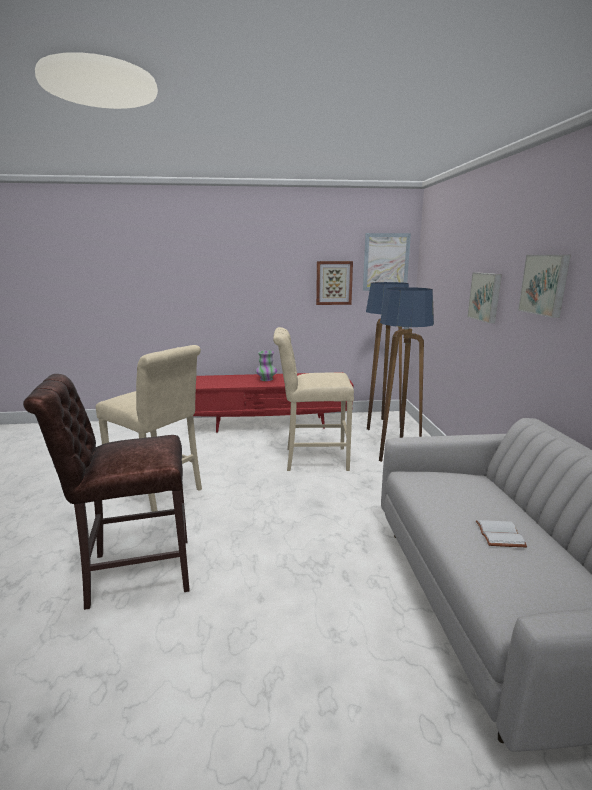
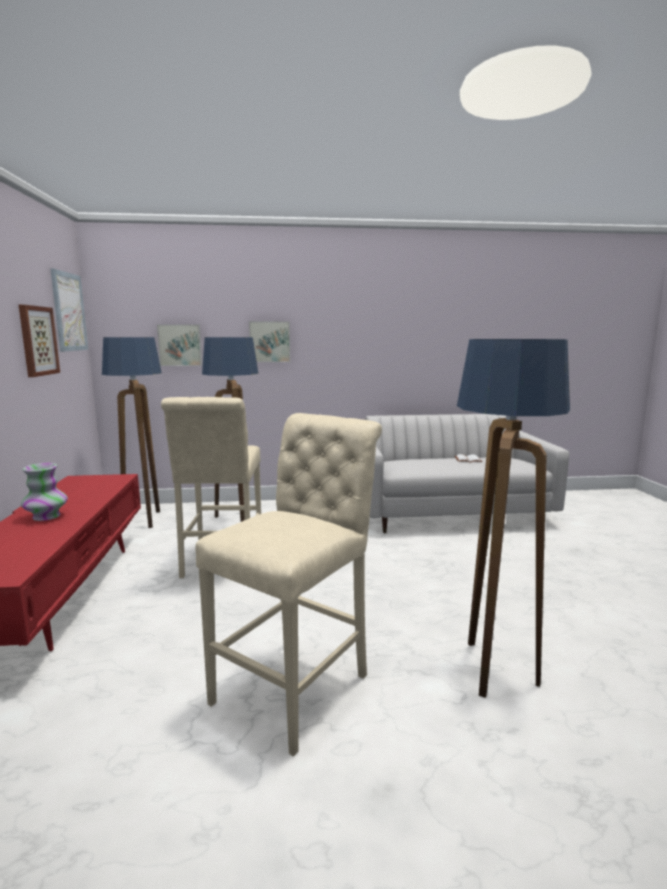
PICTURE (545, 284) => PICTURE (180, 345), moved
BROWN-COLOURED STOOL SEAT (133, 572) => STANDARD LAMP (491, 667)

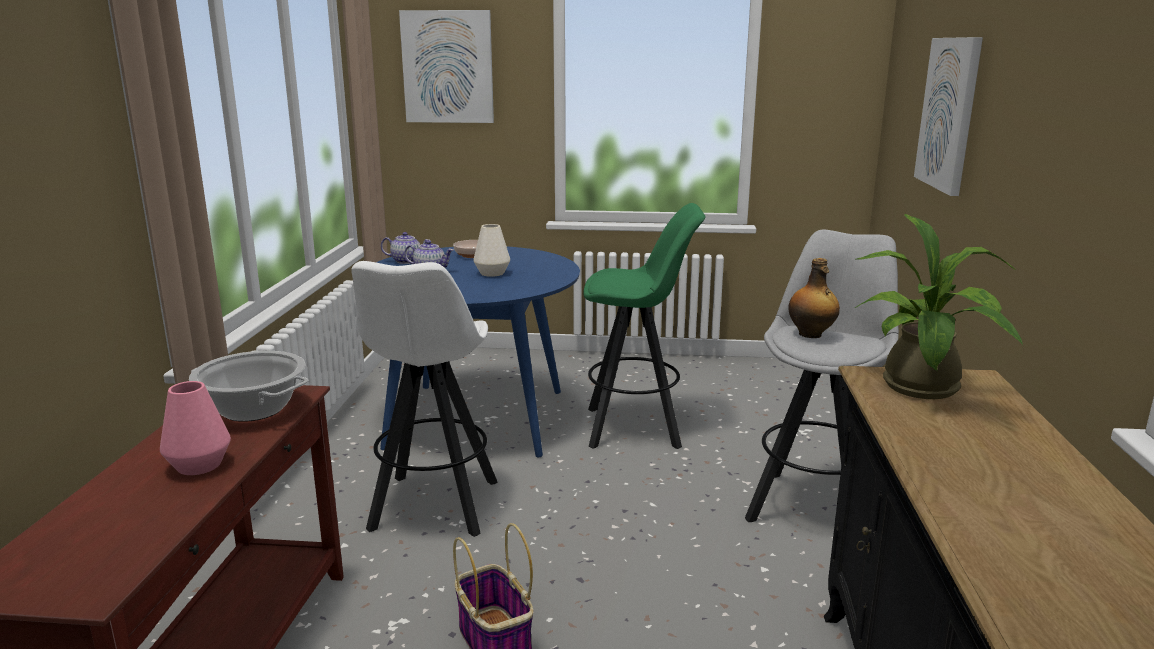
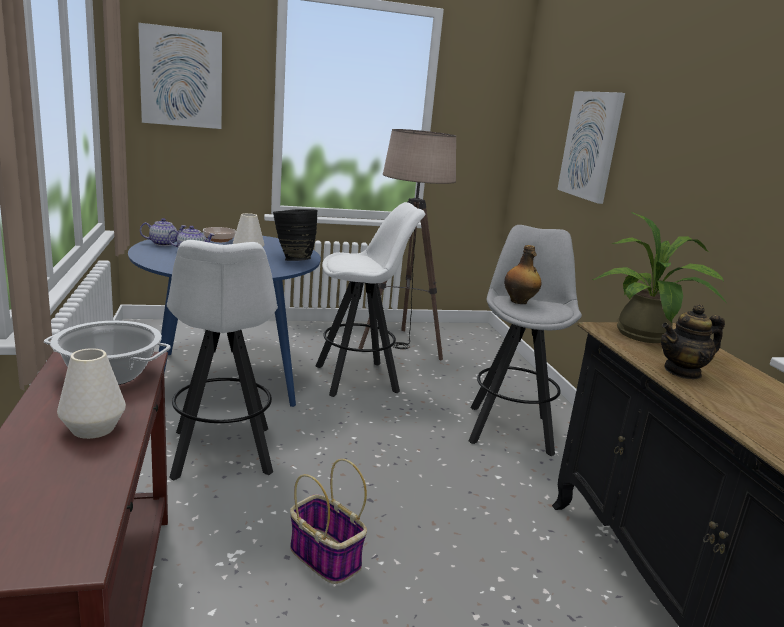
GREEN STOOL SEAT (636, 428) => WHITISH STOOL SEAT (359, 379)
PINK DECORATIVE VASE (199, 465) => WHITISH DECORATIVE VASE (93, 429)
nothing => STANDARD LAMP (401, 346)
nothing => BLACK DECORATIVE VASE (293, 259)
nothing => TEA POT (682, 372)

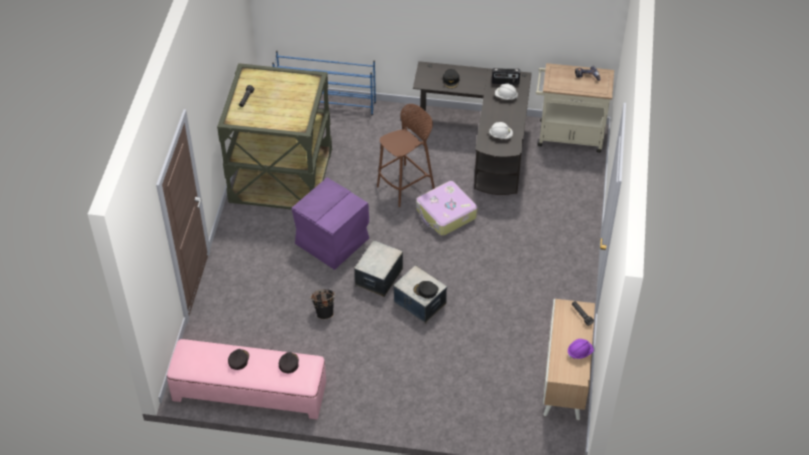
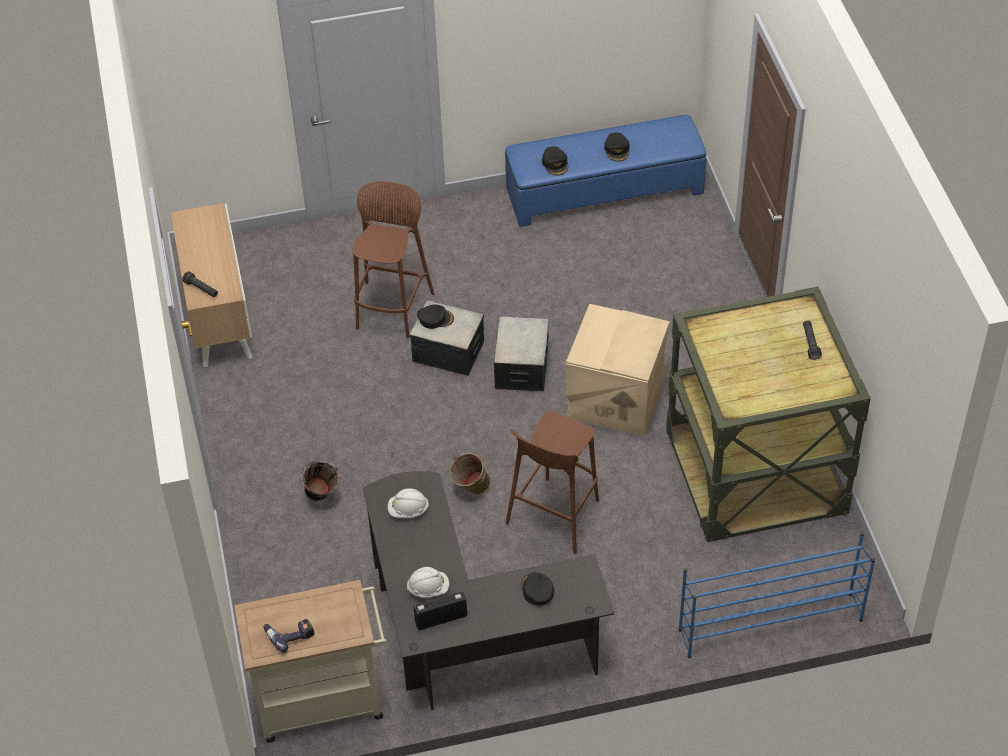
PURPLE-COLOURED STORAGE BOX (333, 241) => BEIGE-COLOURED STORAGE BOX (614, 397)
SUITCASE (446, 214) => GREEN PAIL (470, 490)
BLACK PAIL (324, 311) => BLACK PAIL (322, 498), moved
PINK INDOOR BENCH (248, 391) => BLUE-COLOURED INDOOR BENCH (605, 189)
PURPLE-COLOURED WORK HELMET (579, 352) => nothing
nothing => BROWN-COLOURED STOOL SEAT (392, 308)

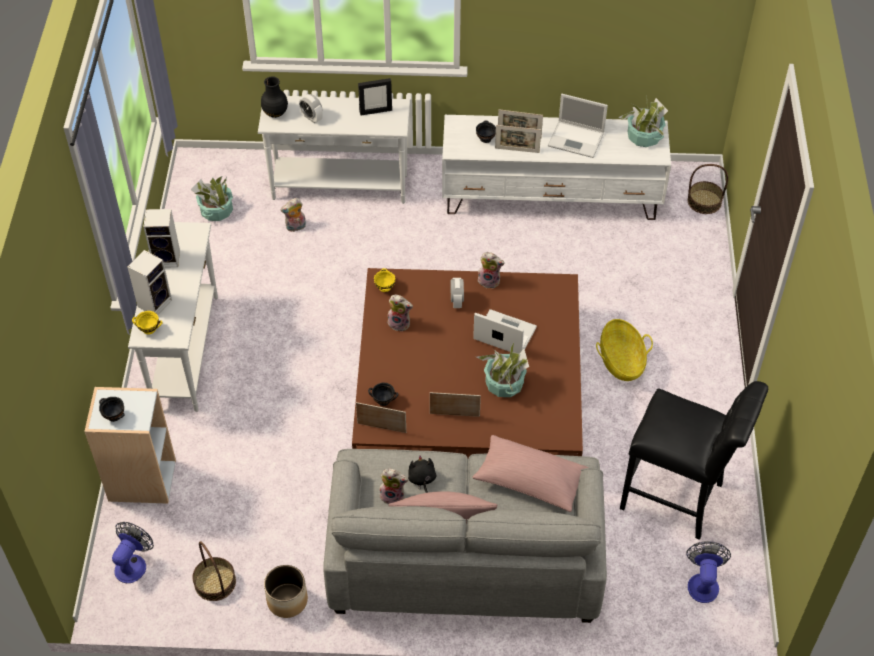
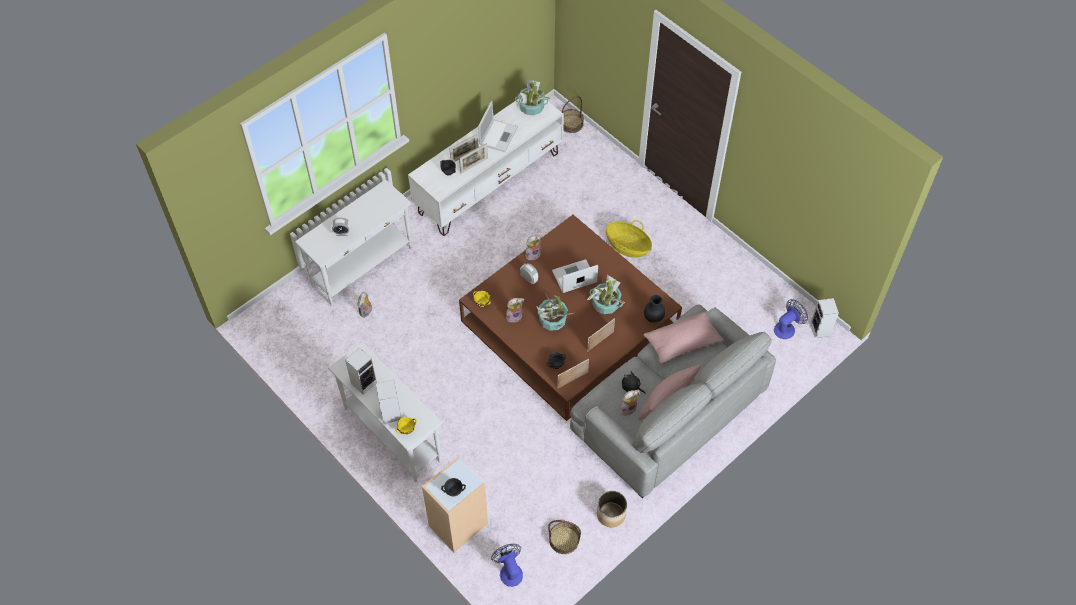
BLACK DECORATIVE VASE (275, 113) => BLACK DECORATIVE VASE (654, 317), moved
STANDING FRAME (375, 111) => nothing
LAPTOP (577, 139) => LAPTOP (498, 135), 45 degrees counterclockwise
PLANT IN A POT (216, 211) => PLANT IN A POT (552, 320), moved
BLACK STOOL SEAT (677, 499) => nothing
FAN (703, 582) => FAN (787, 328), 90 degrees clockwise
nothing => SPEAKER (820, 330)

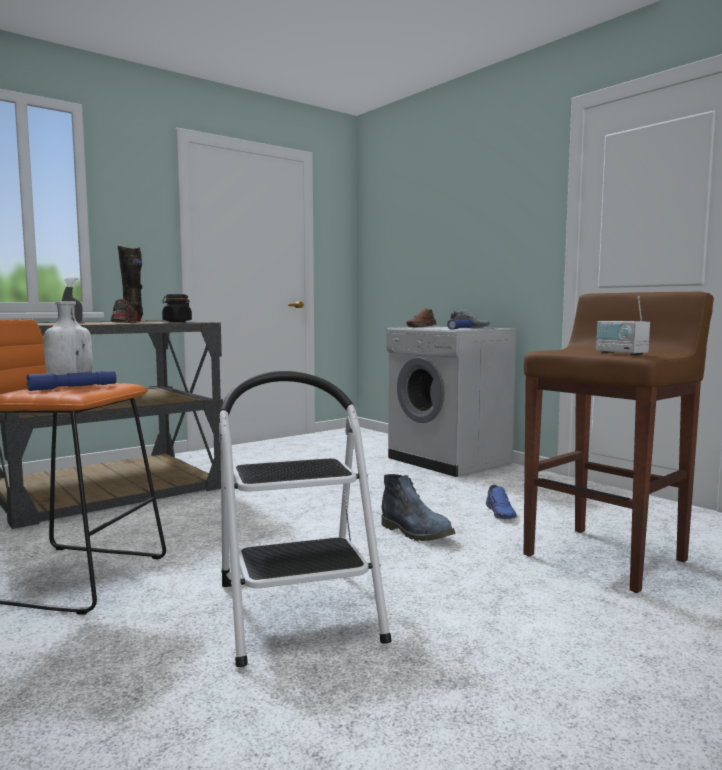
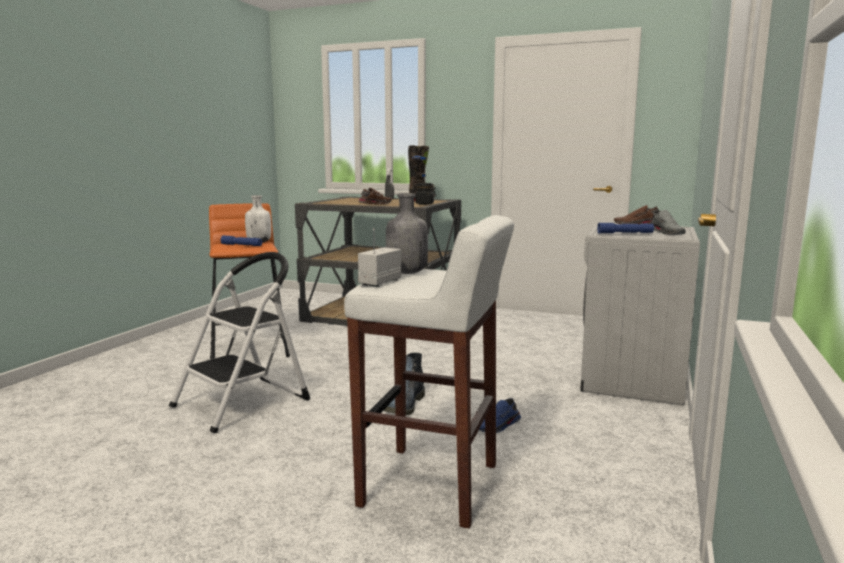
BROWN-COLOURED STOOL SEAT (606, 557) => WHITISH STOOL SEAT (432, 486)
nothing => GRAY DRINK BOTTLE (406, 273)

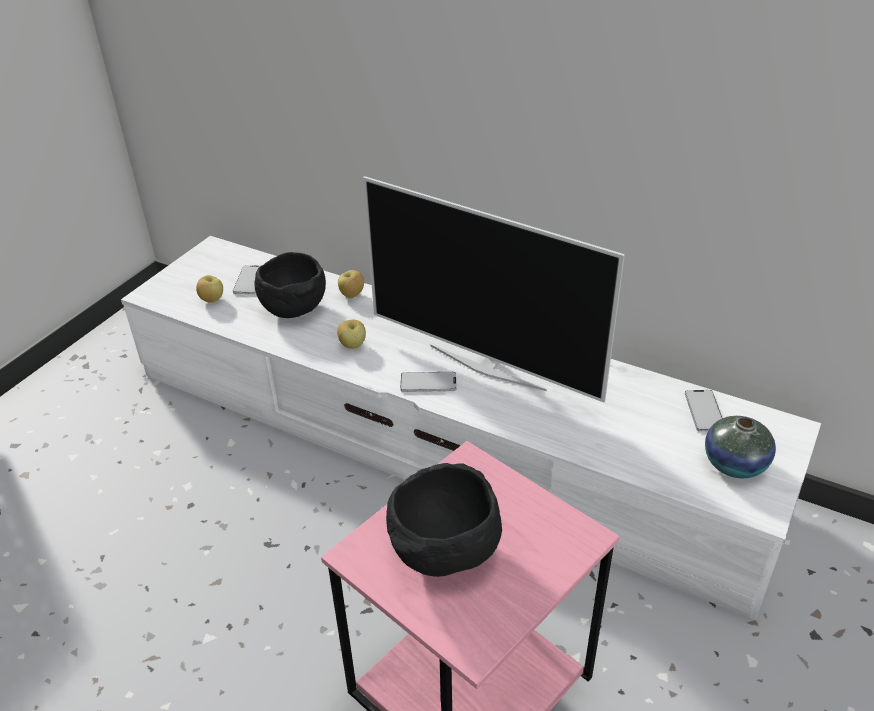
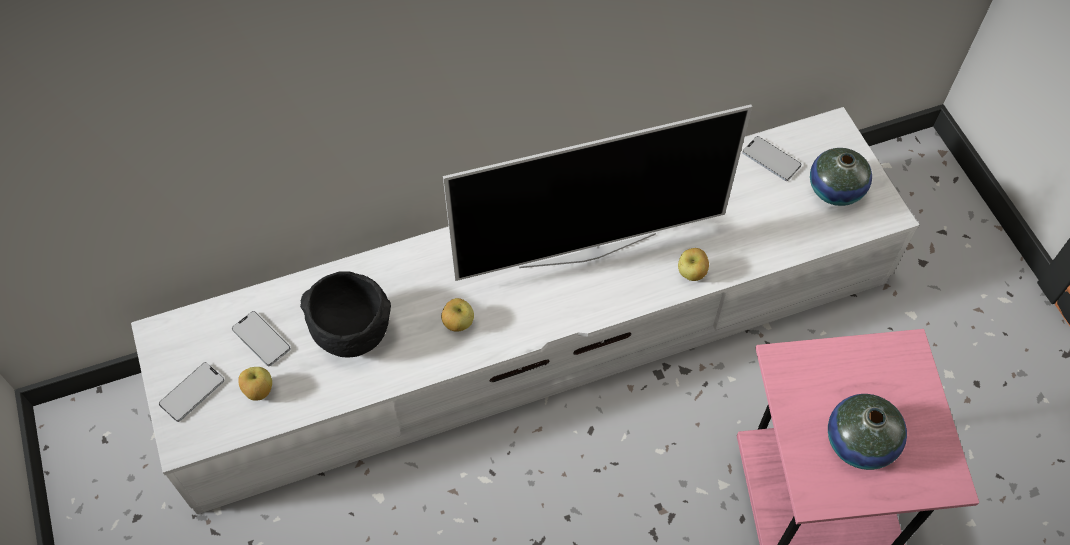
APPLE FRUIT (352, 295) => APPLE FRUIT (692, 273), moved
TELEPHONE (428, 383) => TELEPHONE (192, 392), moved
BLACK BOWL (444, 555) => DECORATIVE VASE (859, 442)

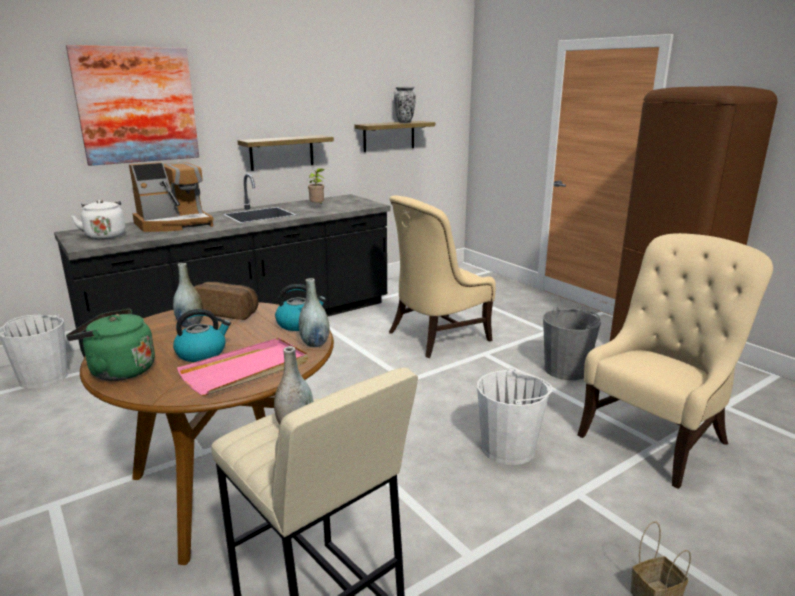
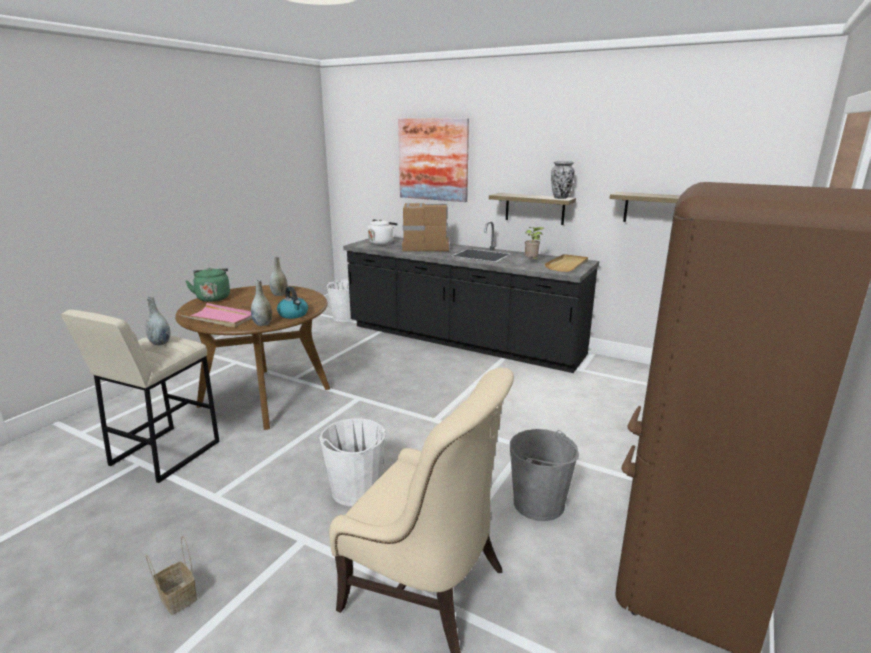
DECORATIVE VASE (404, 122) => DECORATIVE VASE (561, 198), moved
COFFEE BREWER (174, 224) => COFFEE BREWER (424, 246), 150 degrees clockwise
BEIGE-COLOURED CHAIR (437, 336) => nothing
BAKED BREAD (229, 312) => nothing
KETTLE (202, 353) => nothing
nothing => BEIGE-COLOURED SERVING TRAY (567, 265)

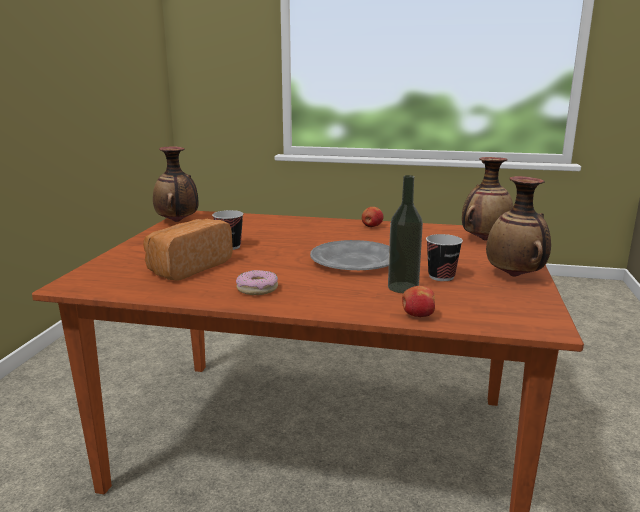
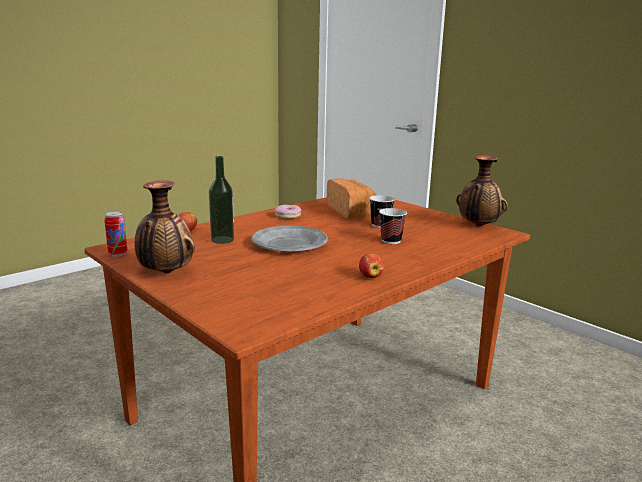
DECORATIVE VASE (484, 239) => nothing
CUP (441, 277) => CUP (391, 241), moved
nothing => CAN (118, 254)

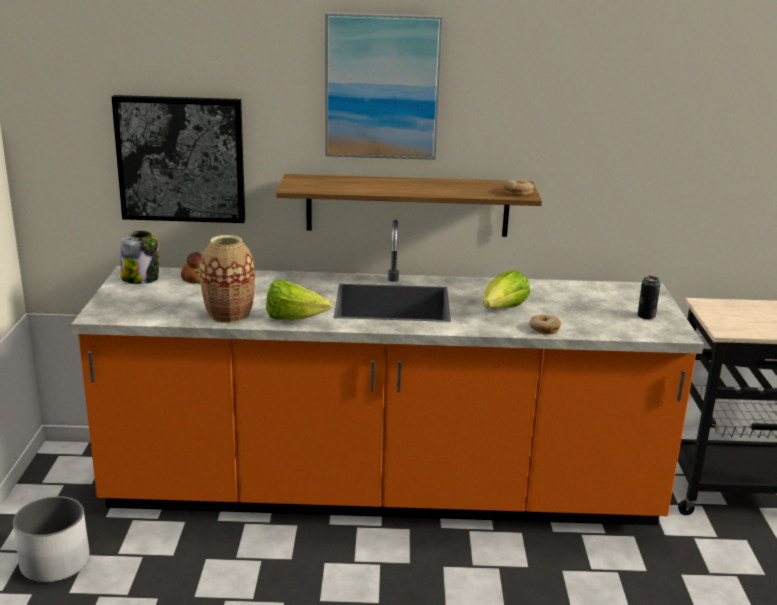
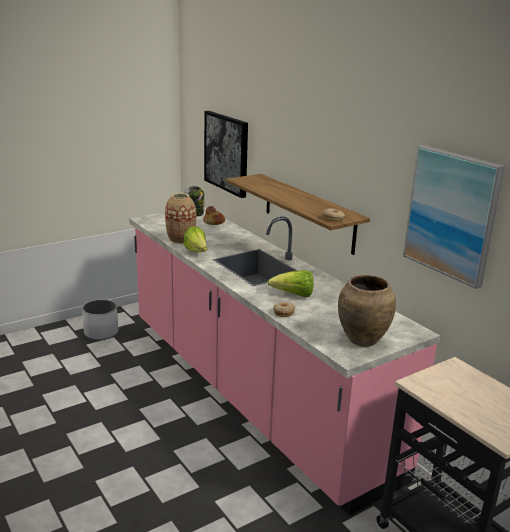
PICTURE (382, 86) => PICTURE (451, 214), moved
ORANGE-COLOURED KITCHEN BASE UNIT (382, 493) => PINK KITCHEN BASE UNIT (250, 392)
CAN (646, 316) => BROWN-COLOURED DECORATIVE VASE (362, 340)

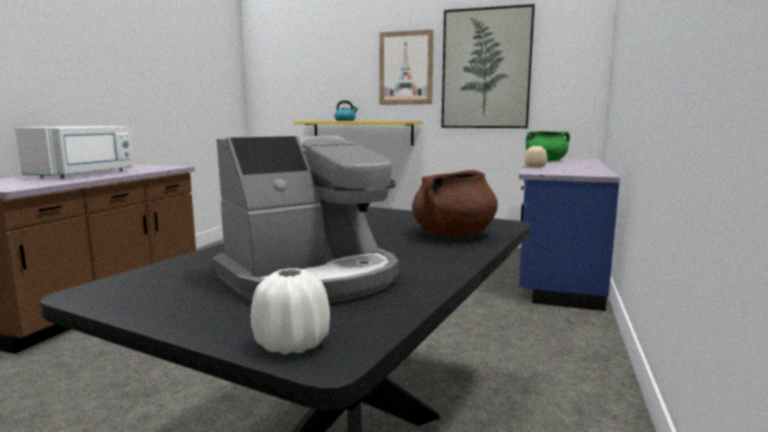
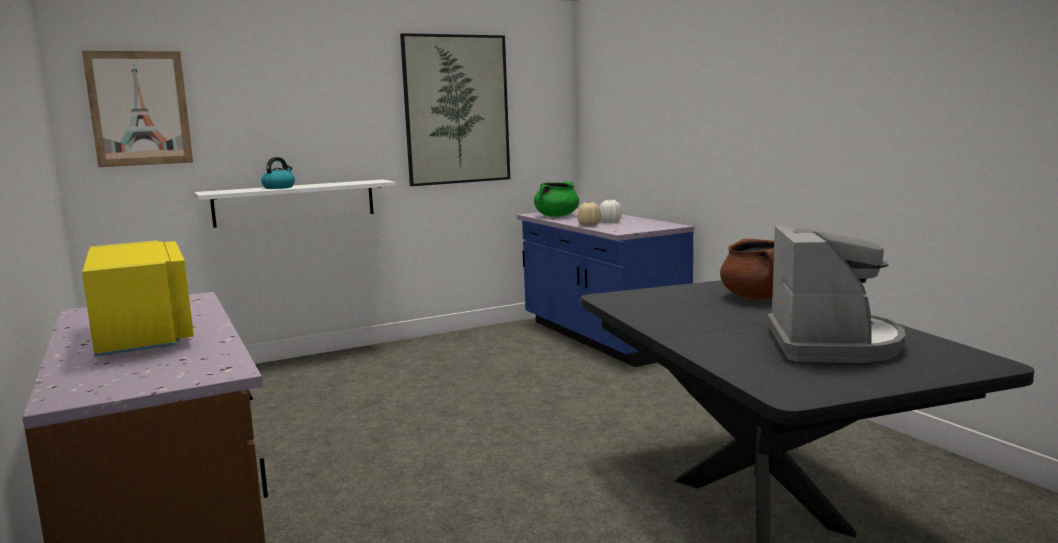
PICTURE (405, 68) => PICTURE (139, 108), moved
YELLOW-COLOURED WALL SHELF (362, 132) => WHITISH WALL SHELF (295, 202)
WHITISH MICROWAVE OVEN (85, 174) => YELLOW-COLOURED MICROWAVE OVEN (146, 335)
WHITISH DECORATIVE VASE (292, 344) => WHITISH DECORATIVE VASE (610, 222), moved

